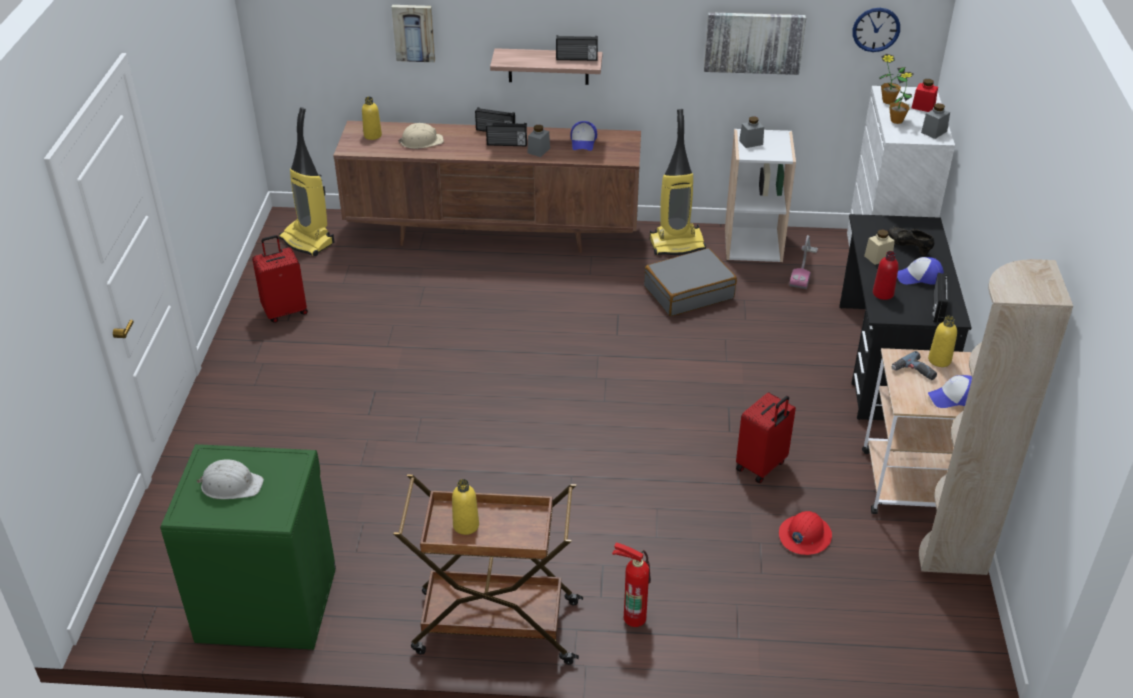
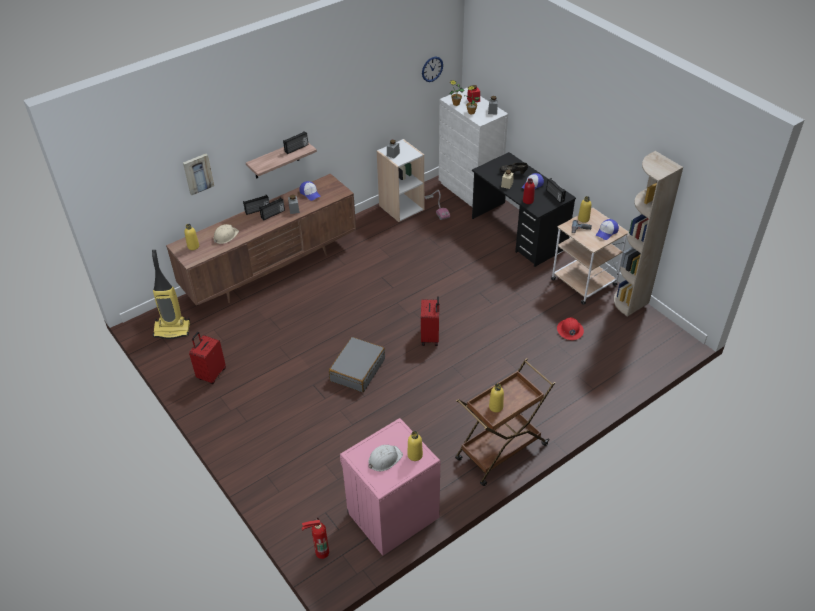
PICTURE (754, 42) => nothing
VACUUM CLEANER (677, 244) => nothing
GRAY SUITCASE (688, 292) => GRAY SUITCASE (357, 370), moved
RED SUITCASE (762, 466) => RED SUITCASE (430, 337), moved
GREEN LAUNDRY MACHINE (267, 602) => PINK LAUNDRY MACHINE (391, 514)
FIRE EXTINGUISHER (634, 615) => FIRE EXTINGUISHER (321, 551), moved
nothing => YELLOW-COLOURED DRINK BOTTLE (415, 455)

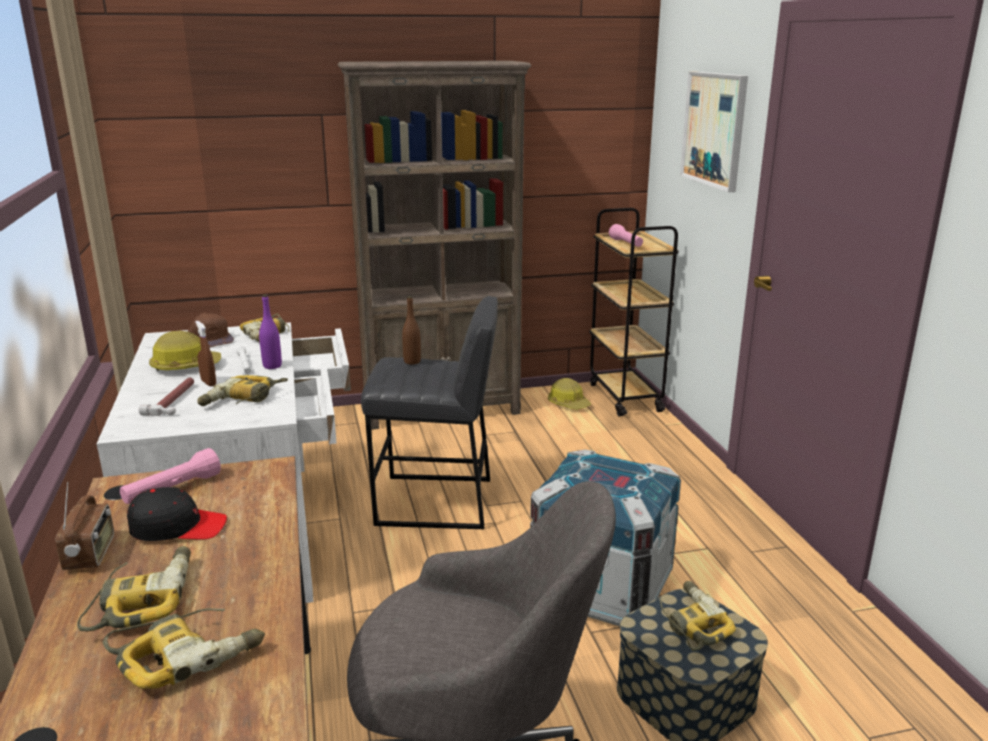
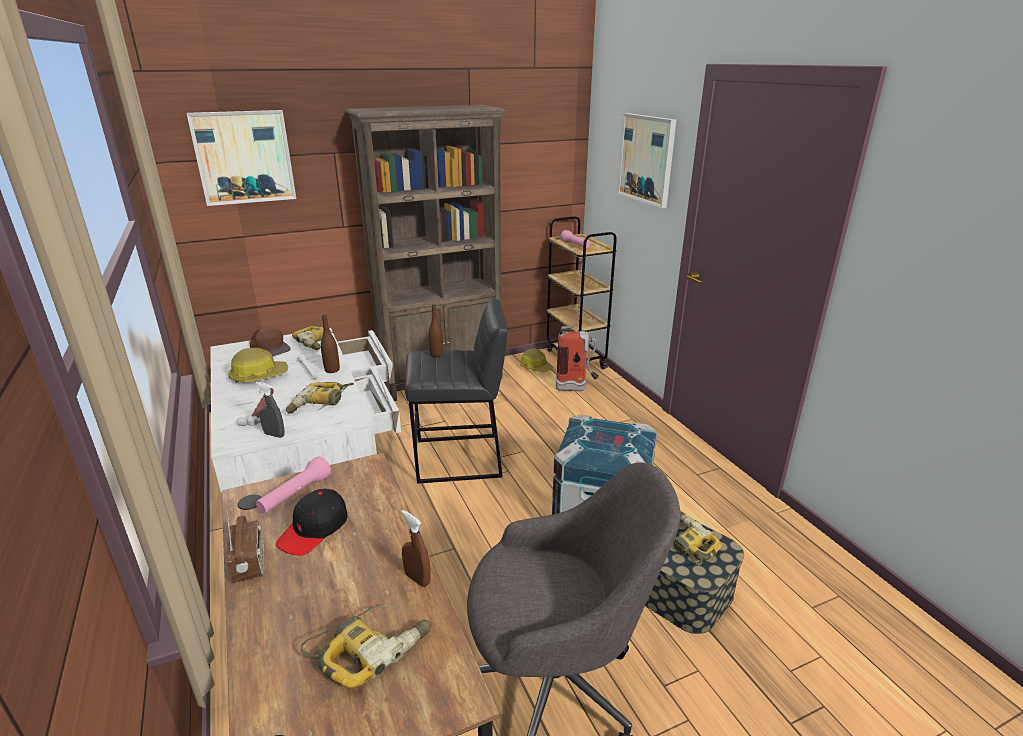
PURPLE-COLOURED DRINK BOTTLE (272, 366) => BROWN-COLOURED DRINK BOTTLE (332, 370)
BROWN-COLOURED HAND SPRAYER (208, 383) => BROWN-COLOURED HAND SPRAYER (417, 579), moved
BLACK PEAKED CAP (178, 527) => BLACK PEAKED CAP (314, 529), 135 degrees clockwise
DRILL (143, 598) => nothing
nothing => PICTURE (244, 157)
nothing => FIRE EXTINGUISHER (576, 388)
nothing => GRAY HAND SPRAYER (274, 435)

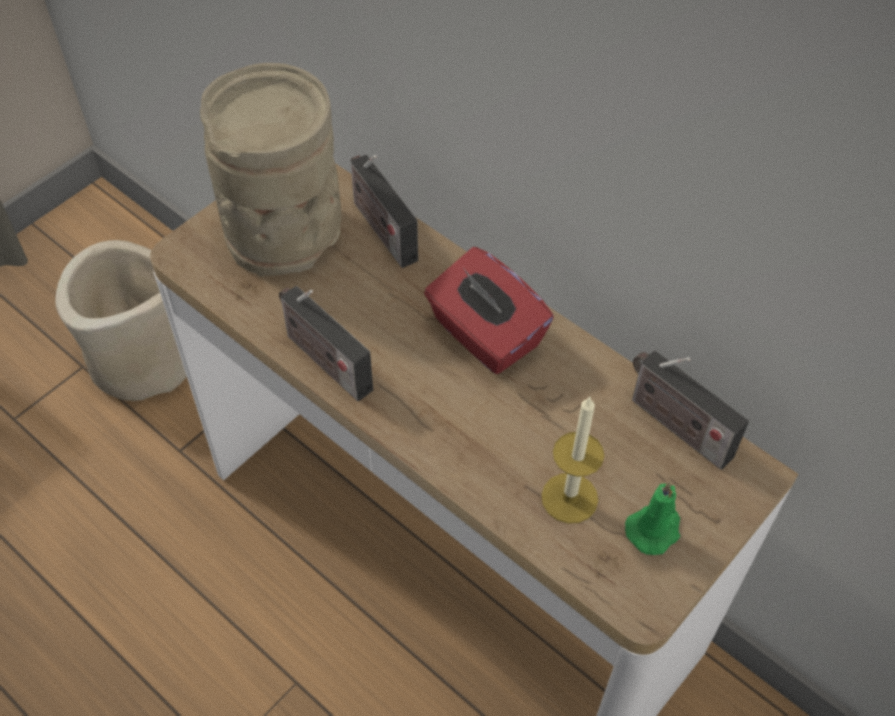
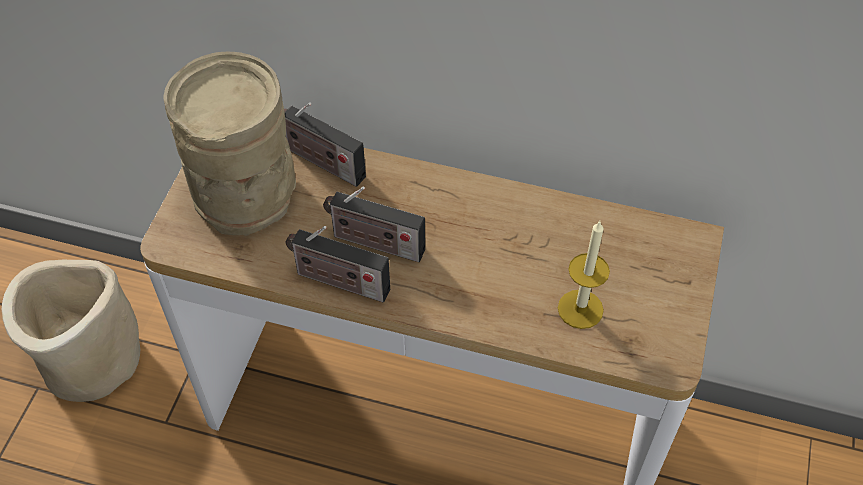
RED TISSUE BOX (485, 335) => nothing
RADIO RECEIVER (675, 425) => RADIO RECEIVER (374, 243), moved
GREEN WAX LIGHT (654, 529) => nothing

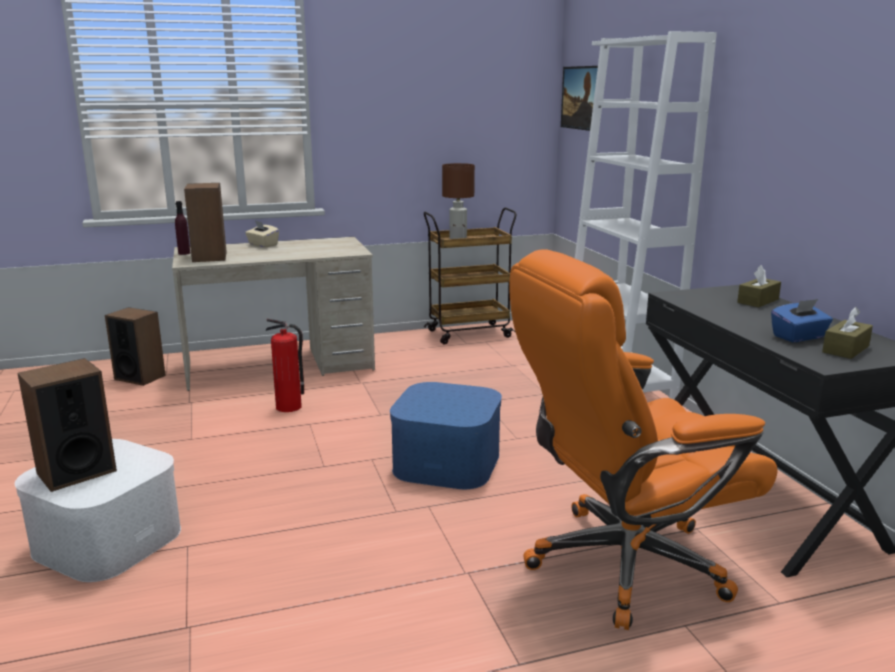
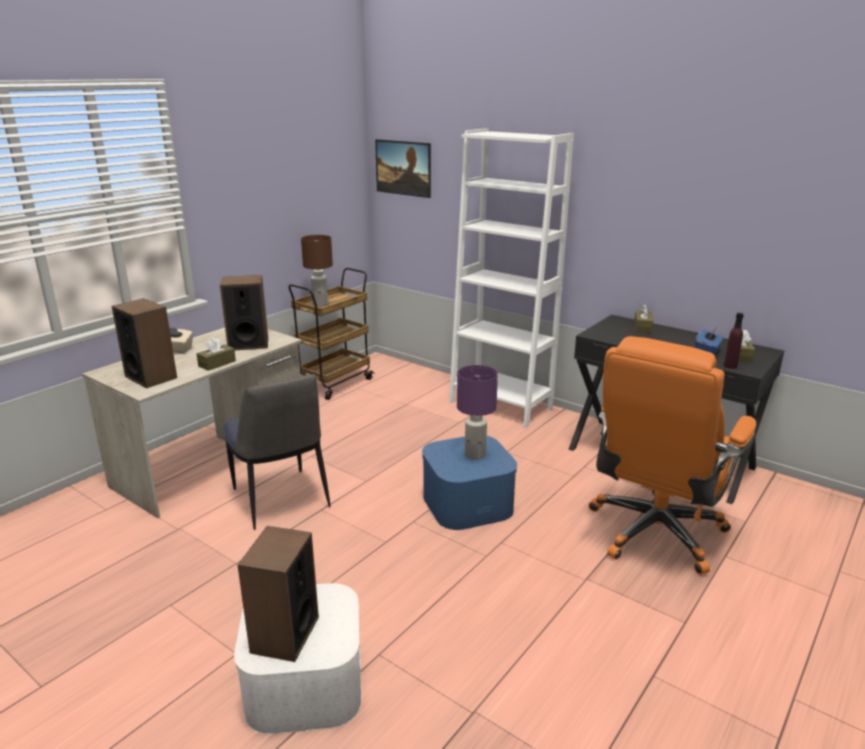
PURPLE-COLOURED DRINK BOTTLE (184, 253) => PURPLE-COLOURED DRINK BOTTLE (730, 366), moved
SPEAKER (140, 377) => SPEAKER (248, 344), moved
FIRE EXTINGUISHER (289, 407) => CHAIR (281, 500)
nothing => BROWN-COLOURED TISSUE BOX (217, 363)
nothing => PURPLE-COLOURED TABLE LAMP (475, 454)

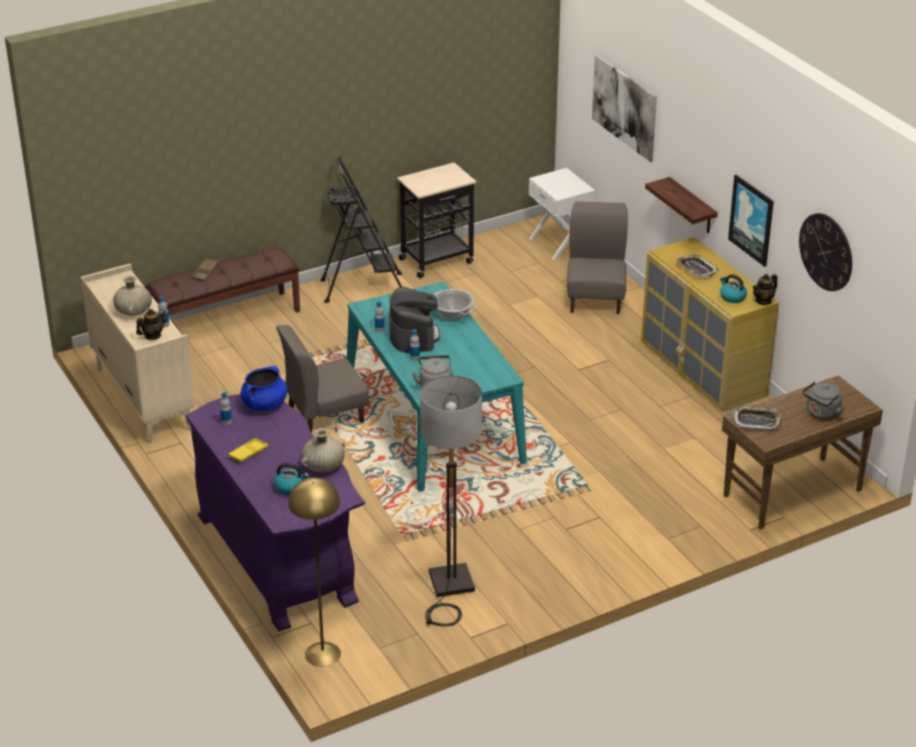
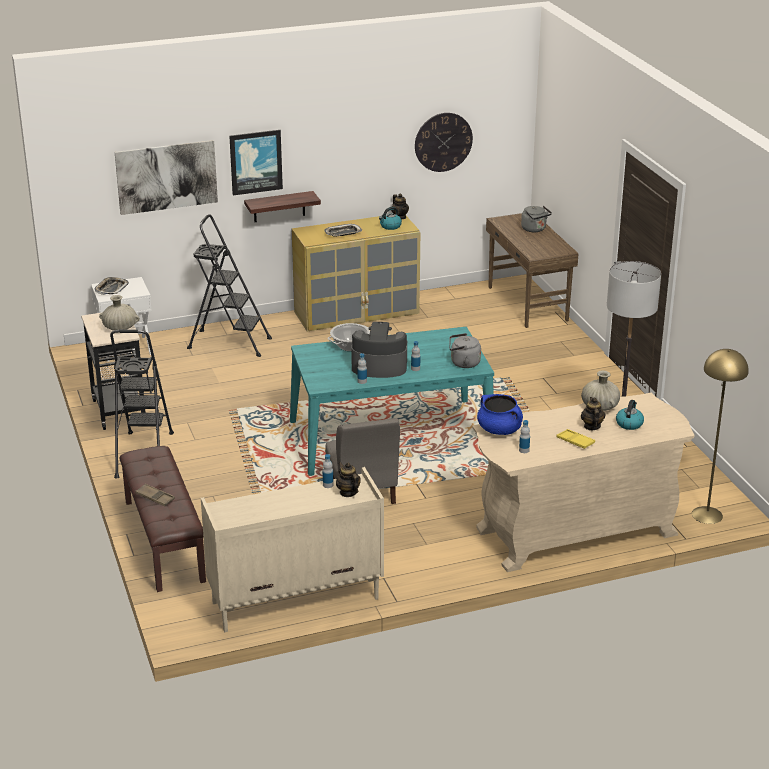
PICTURE (752, 220) => PICTURE (255, 162), moved
GRAY CHAIR (595, 298) => STEPLADDER (228, 343)
BEIGE-COLOURED DECORATIVE VASE (133, 311) => BEIGE-COLOURED DECORATIVE VASE (120, 328), moved
PURPLE-COLOURED DRAWER CHEST (280, 555) => BEIGE-COLOURED DRAWER CHEST (574, 528)
SERVING TRAY (756, 421) => SERVING TRAY (111, 288), moved
nothing => TEA POT (592, 426)

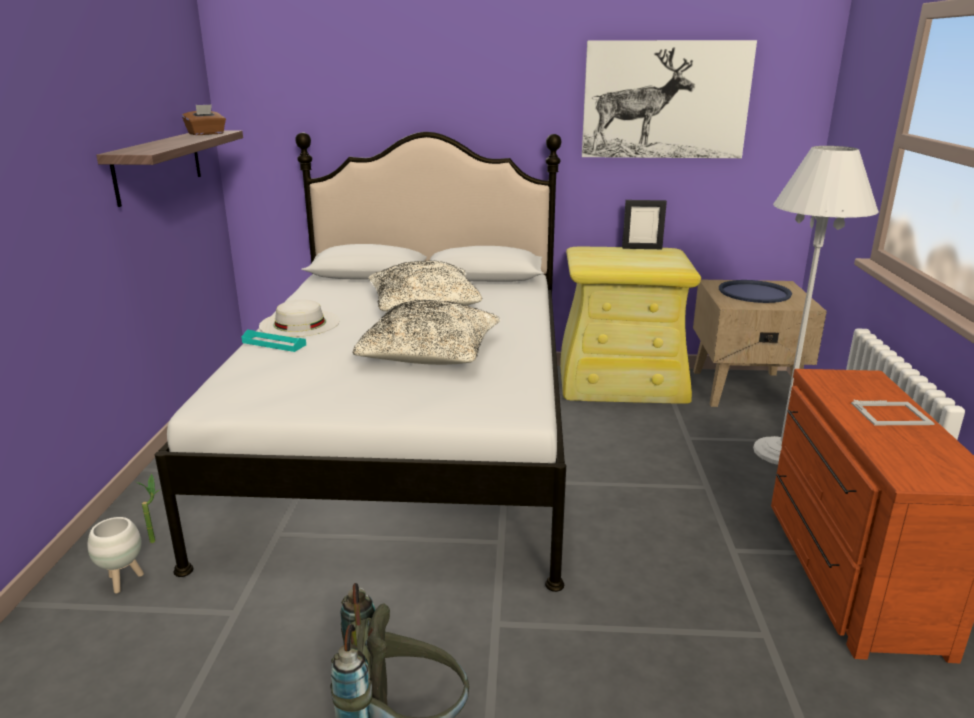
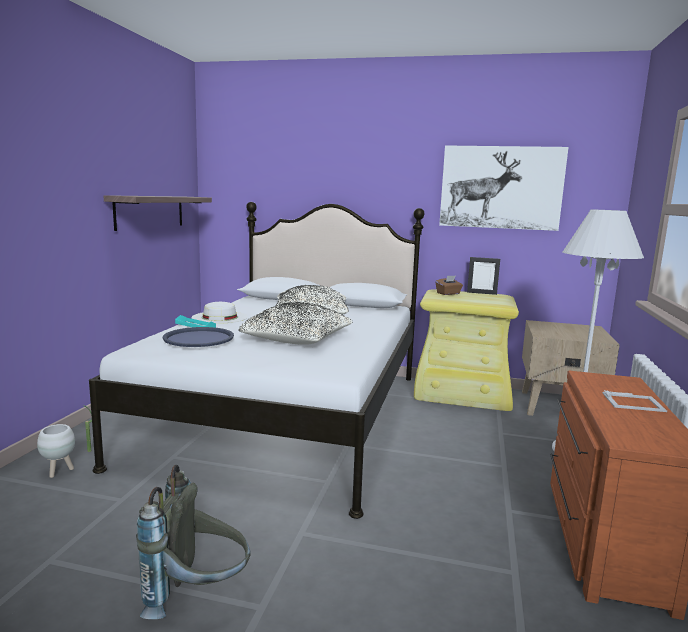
BROWN-COLOURED TISSUE BOX (206, 134) => BROWN-COLOURED TISSUE BOX (448, 293), moved
BLUE-COLOURED SERVING TRAY (754, 293) => BLUE-COLOURED SERVING TRAY (198, 338), moved

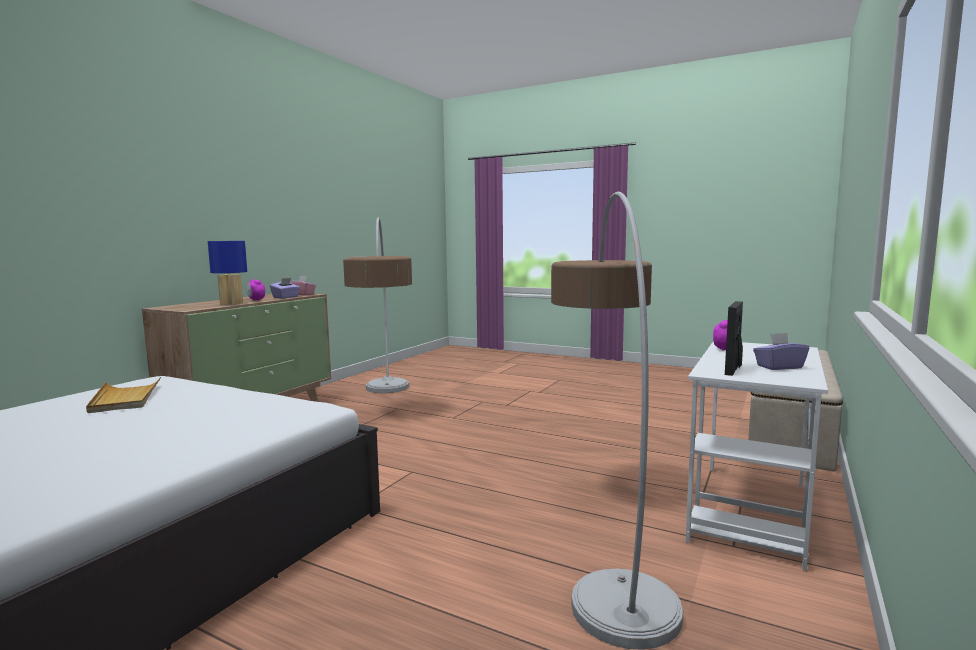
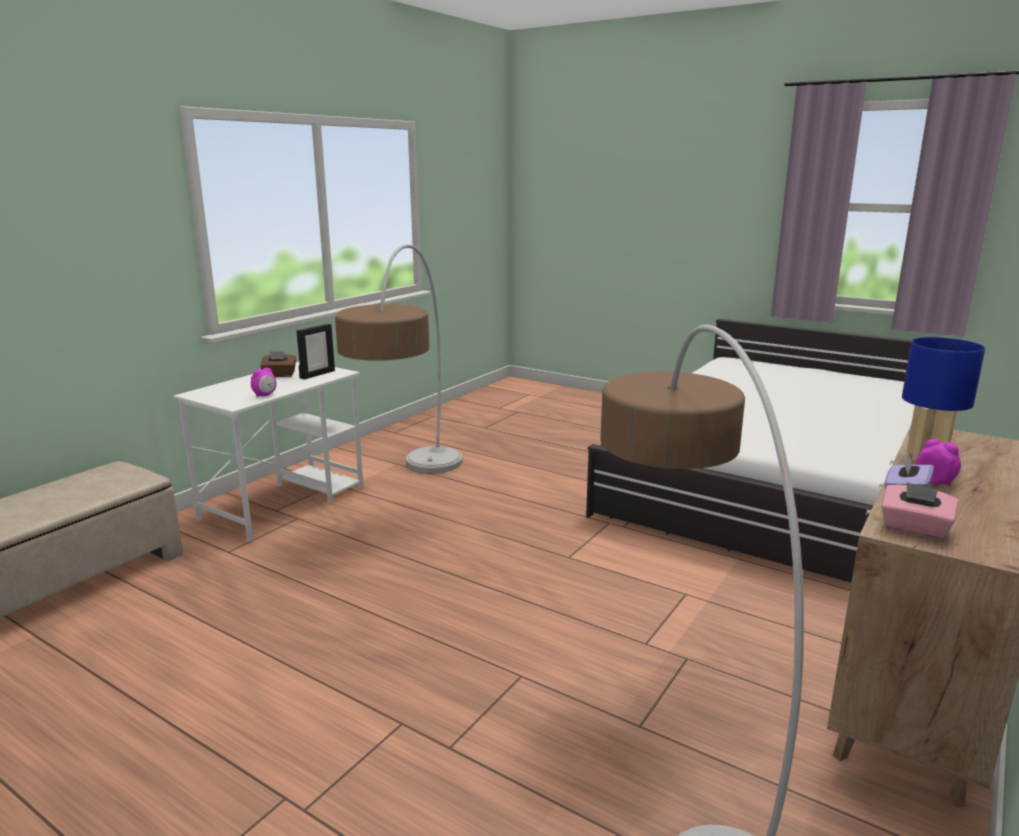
PURPLE-COLOURED TISSUE BOX (779, 367) => BROWN-COLOURED TISSUE BOX (279, 375)
BEIGE-COLOURED SERVING TRAY (125, 398) => nothing

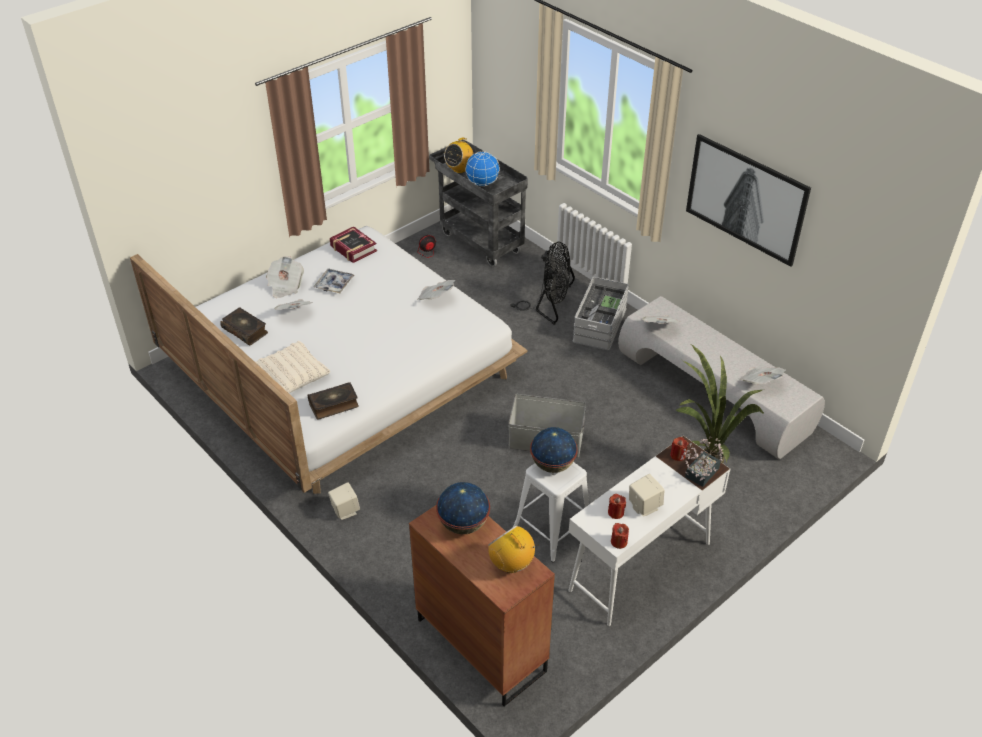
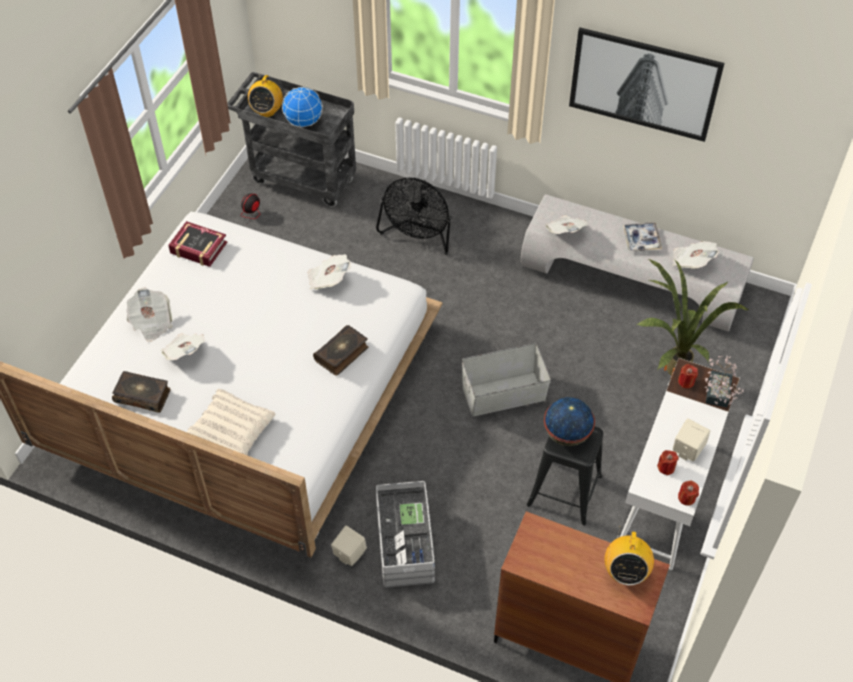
BLACK FAN (548, 304) => BLACK FAN (416, 233), 120 degrees clockwise
SERVING TRAY (334, 284) => SERVING TRAY (641, 240), moved
GRAY STORAGE BOX (600, 325) => GRAY STORAGE BOX (406, 543), moved
BOOK (334, 405) => BOOK (342, 354), moved
WHITISH STOOL SEAT (552, 529) => BLACK STOOL SEAT (564, 490)
DESK GLOBE (463, 524) => nothing
RADIO RECEIVER (511, 564) => RADIO RECEIVER (625, 571), 105 degrees counterclockwise

